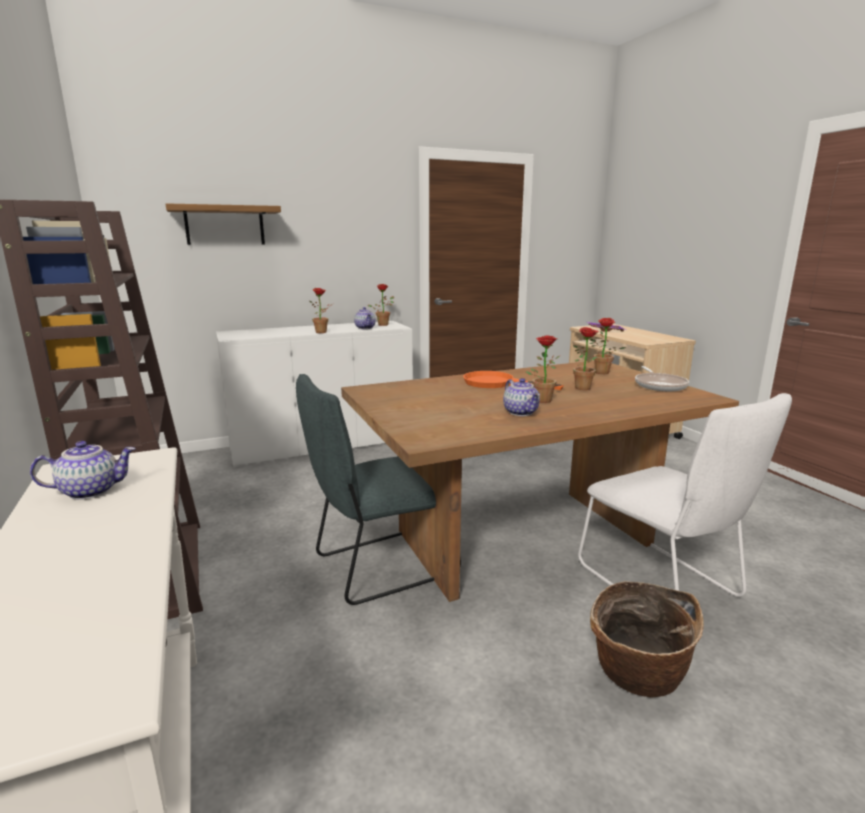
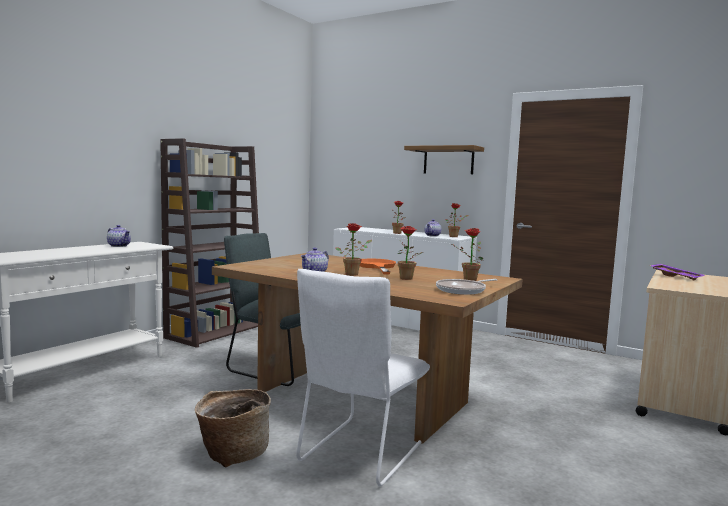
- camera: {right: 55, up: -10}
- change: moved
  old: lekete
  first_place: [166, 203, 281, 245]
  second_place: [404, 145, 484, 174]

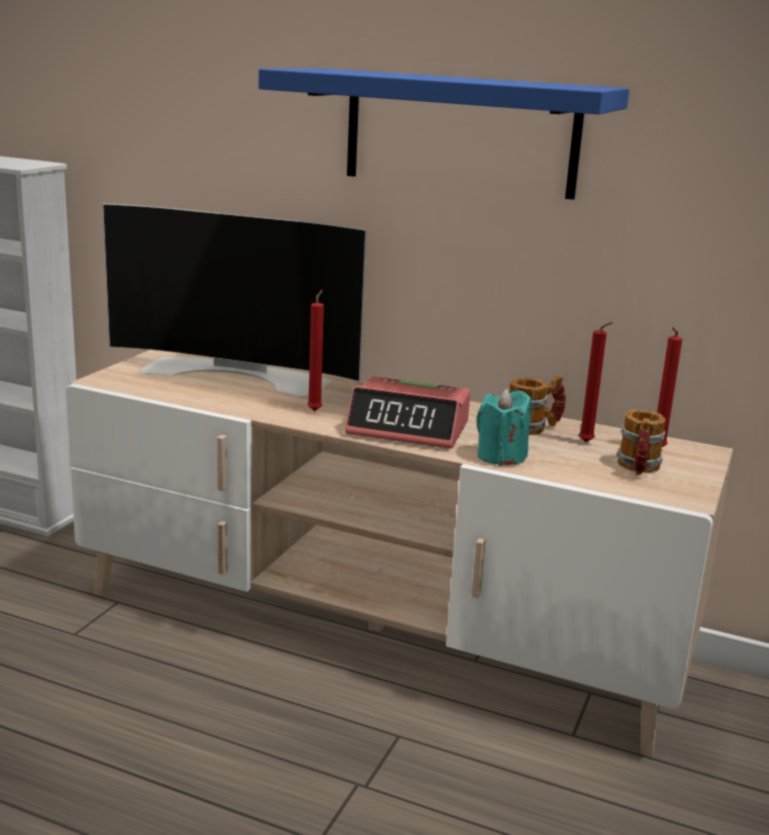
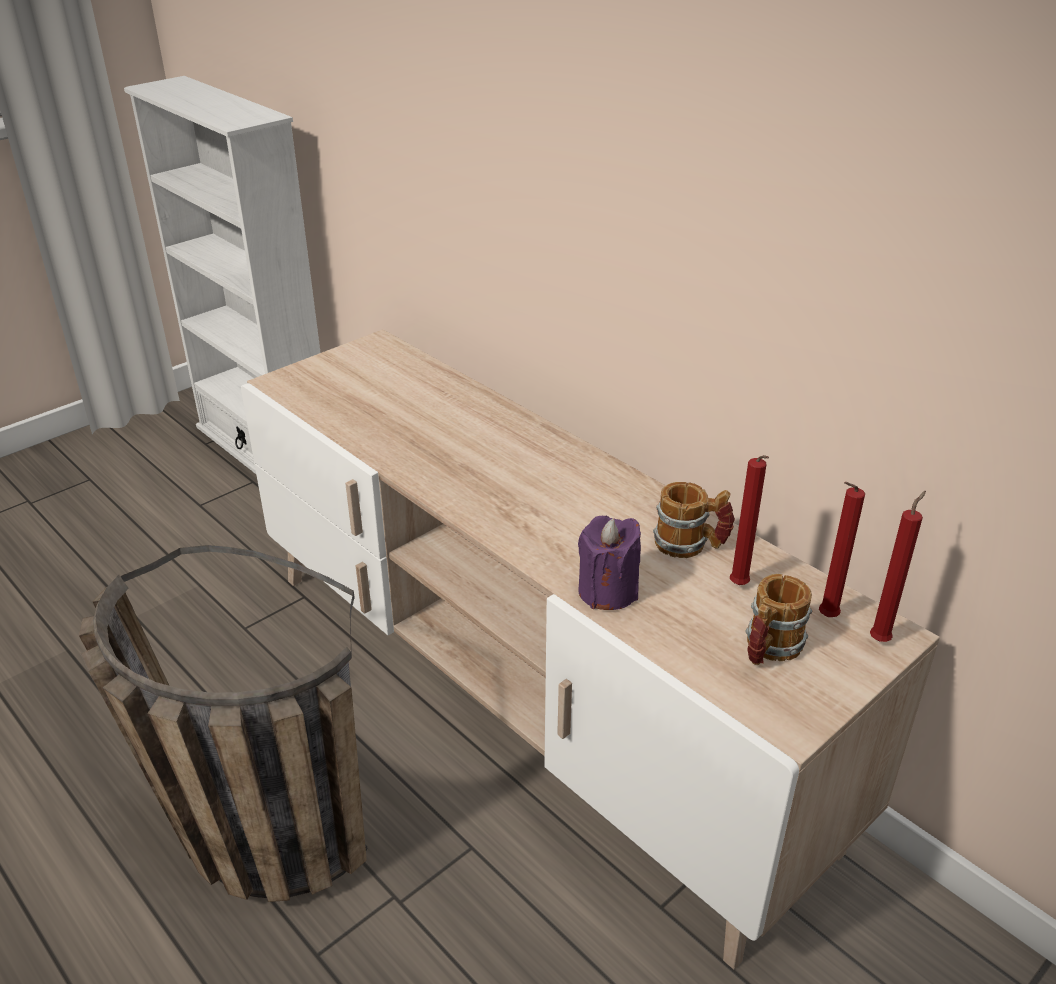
- camera: {right: 25, up: 15}
- change: added
  new: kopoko
  second_place: [79, 545, 367, 902]
- change: recoloured
  old: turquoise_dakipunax
  new: purple_dakipunax
  first_place: [477, 388, 531, 466]
  second_place: [578, 516, 641, 610]
- change: moved
  old: red_dakipunax
  first_place: [307, 289, 324, 411]
  second_place: [870, 491, 926, 642]
- change: removed
  old: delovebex
  first_place: [102, 204, 367, 397]
- change: removed
  old: blue_lekete
  first_place: [259, 68, 629, 200]
- change: removed
  old: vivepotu
  first_place: [345, 376, 470, 449]

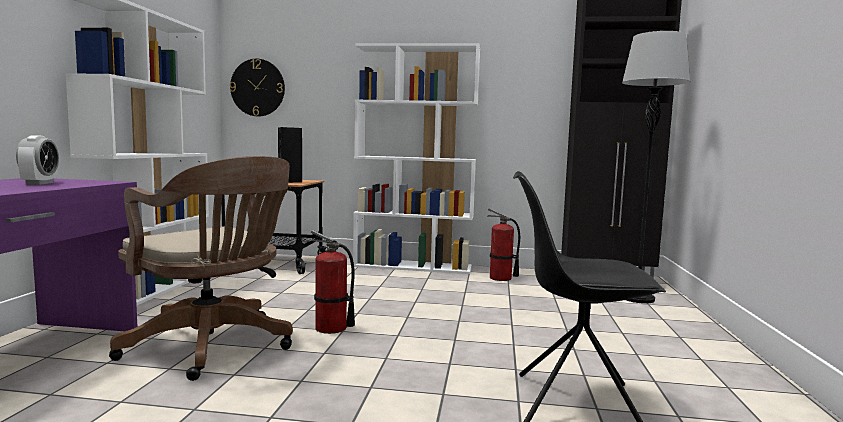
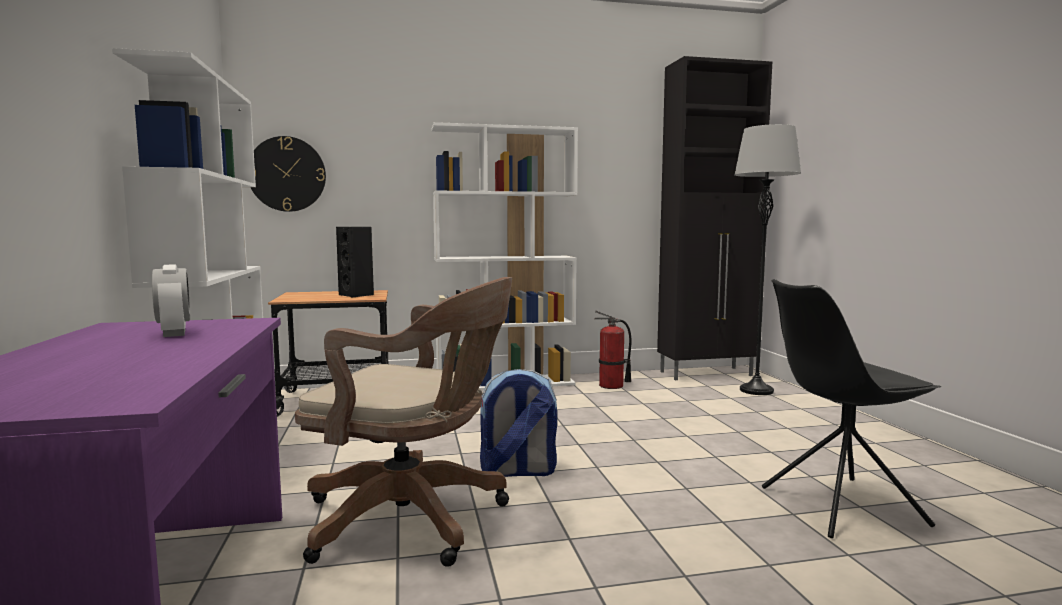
- camera: {right: -20, up: 0}
- change: replaced
  old: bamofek
  new: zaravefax
  first_place: [310, 230, 355, 334]
  second_place: [480, 369, 557, 477]

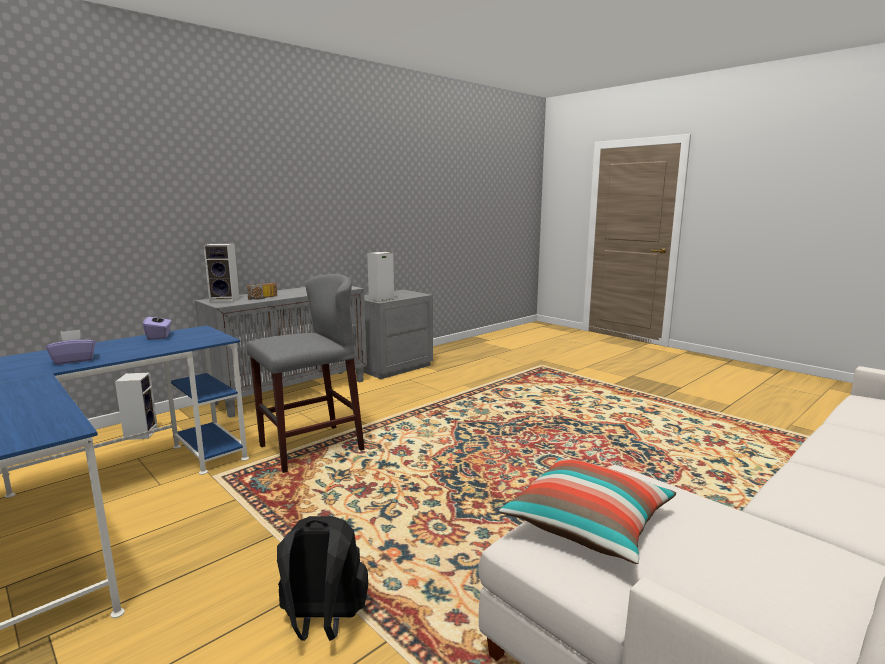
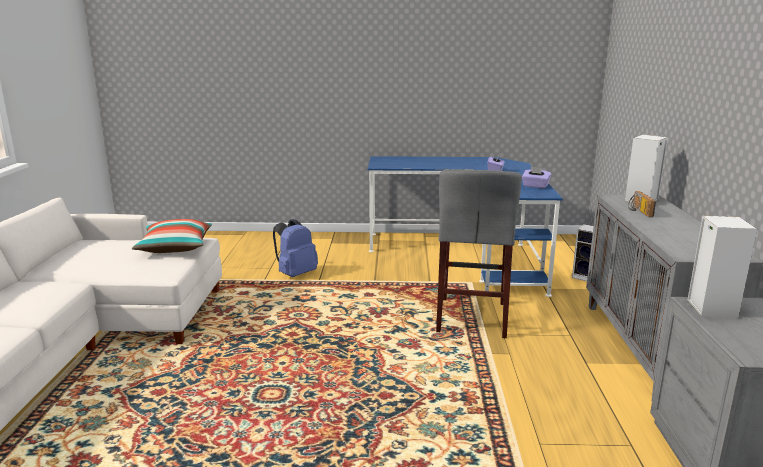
- camera: {right: 135, up: 5}
- change: recoloured
  old: black_zaravefax
  new: blue_zaravefax
  first_place: [277, 516, 368, 641]
  second_place: [273, 219, 318, 277]

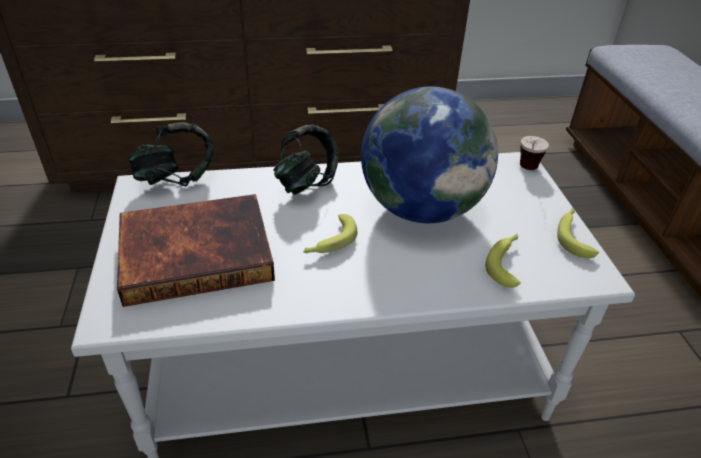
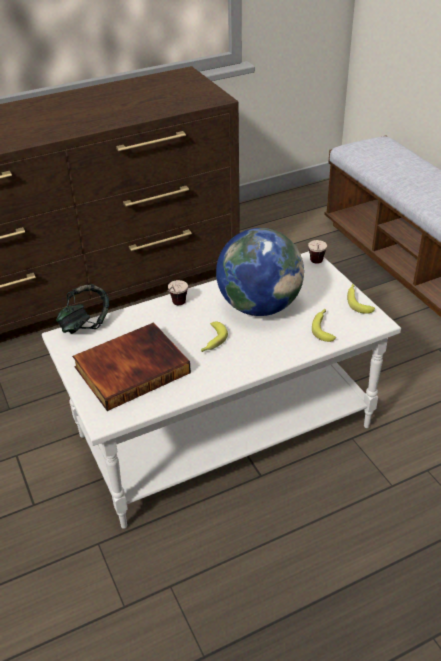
- camera: {right: -15, up: 0}
- change: replaced
  old: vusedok
  new: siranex
  first_place: [273, 124, 338, 195]
  second_place: [168, 280, 188, 305]

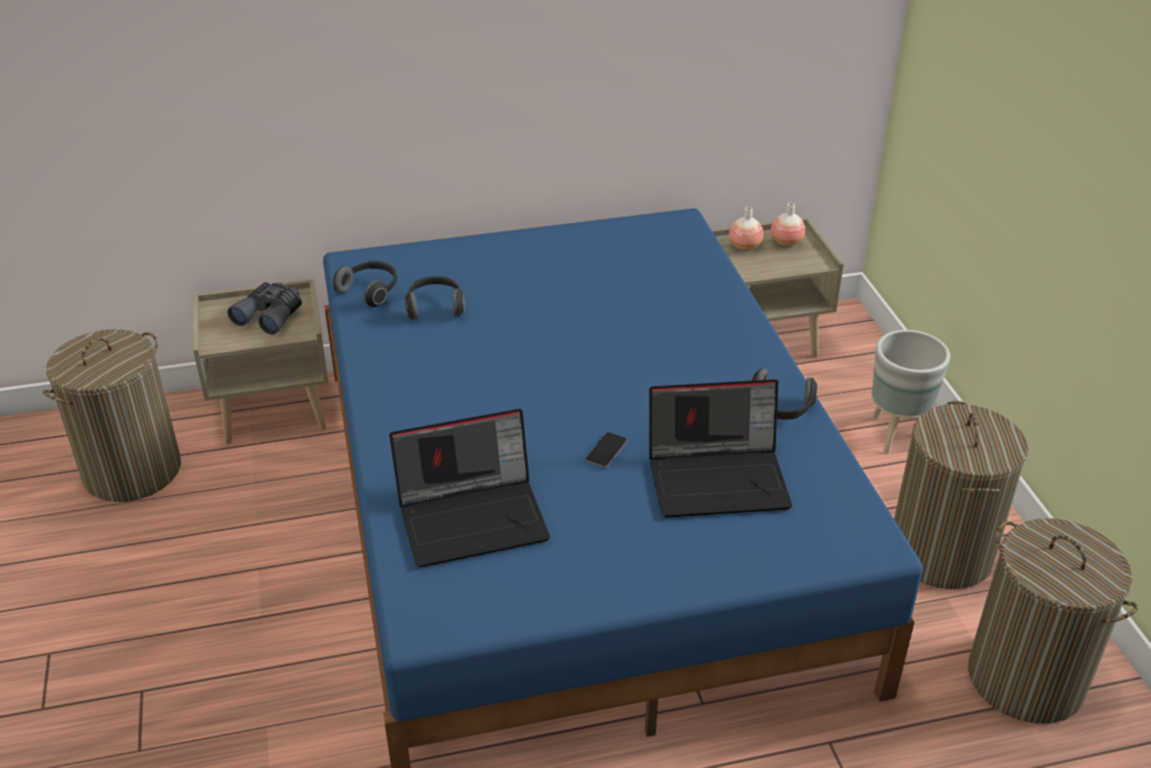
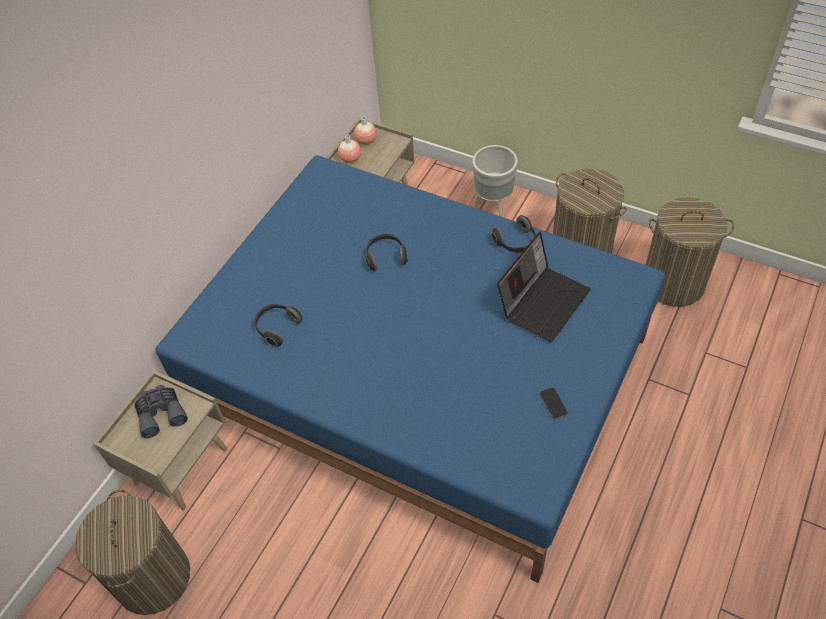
- camera: {right: -45, up: 15}
- change: moved
  old: vusedok
  first_place: [333, 261, 397, 307]
  second_place: [365, 234, 408, 271]
- change: moved
  old: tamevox
  first_place: [586, 432, 627, 468]
  second_place: [540, 388, 568, 419]
- change: removed
  old: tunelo
  first_place: [389, 409, 550, 567]

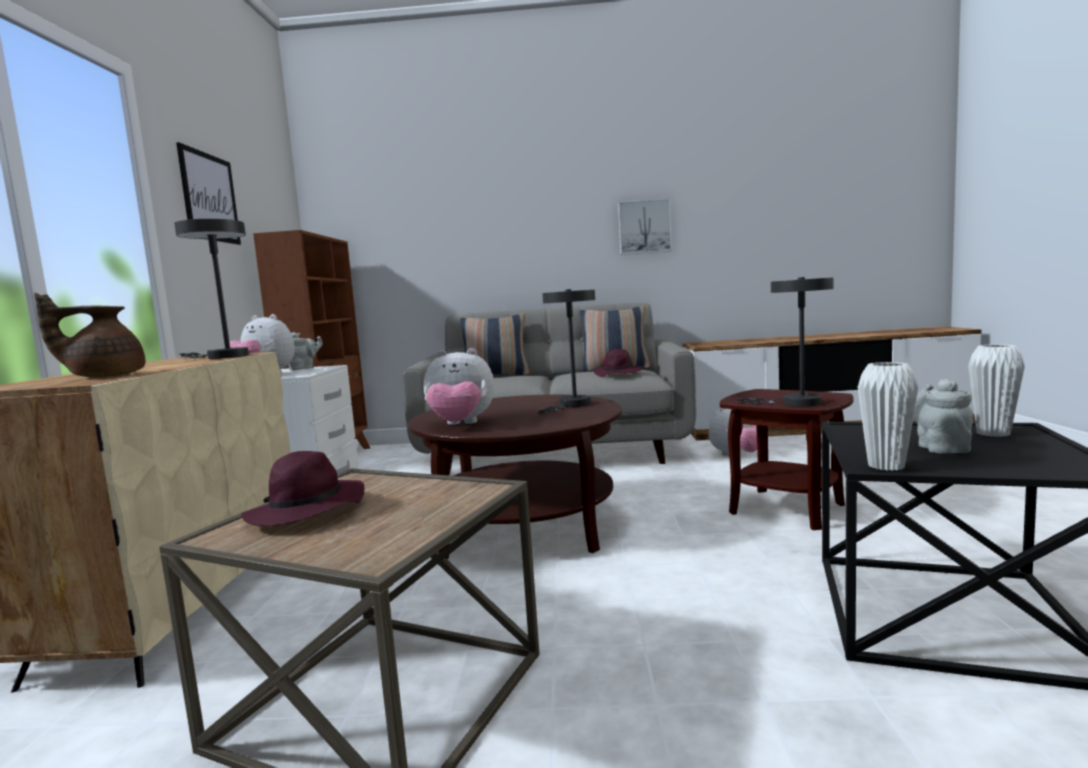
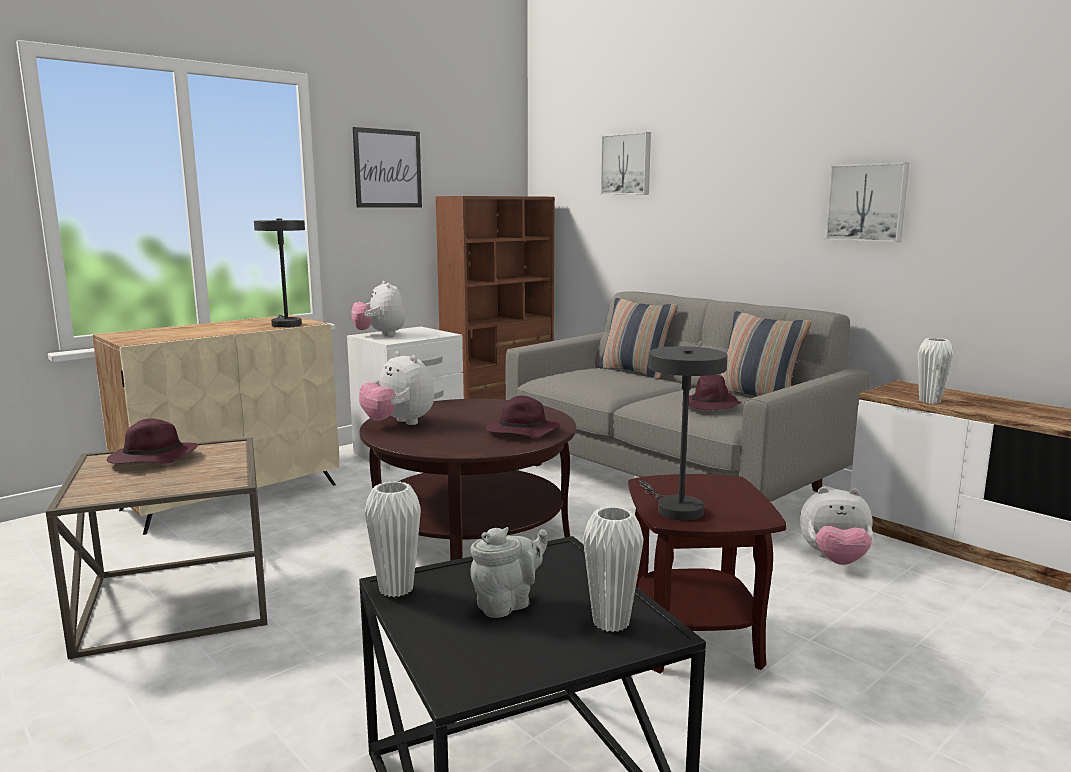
- camera: {right: 45, up: 5}
- change: replaced
  old: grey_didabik
  new: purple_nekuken
  first_place: [538, 289, 595, 414]
  second_place: [486, 396, 560, 438]
- change: added
  new: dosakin
  second_place: [600, 132, 651, 195]
- change: added
  new: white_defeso
  second_place: [918, 338, 954, 404]
- change: removed
  old: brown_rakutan
  first_place: [34, 293, 145, 377]
- change: removed
  old: grey_rakutan
  first_place: [289, 332, 323, 370]

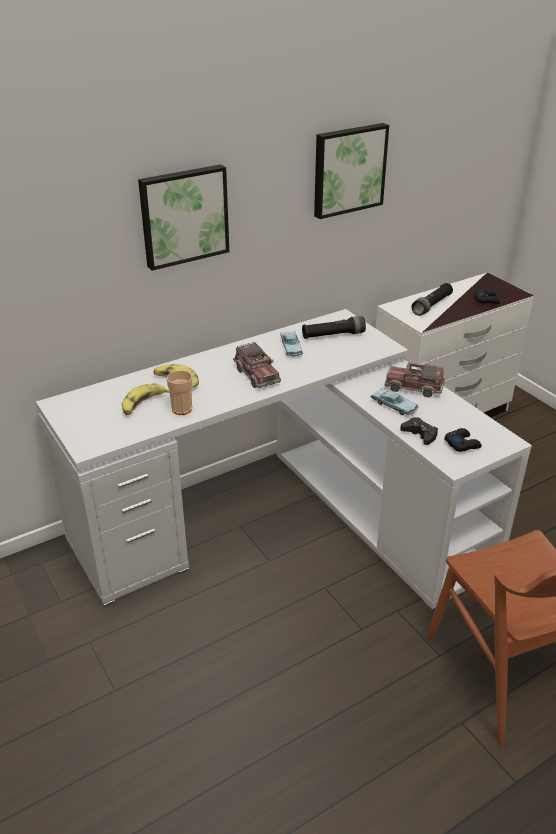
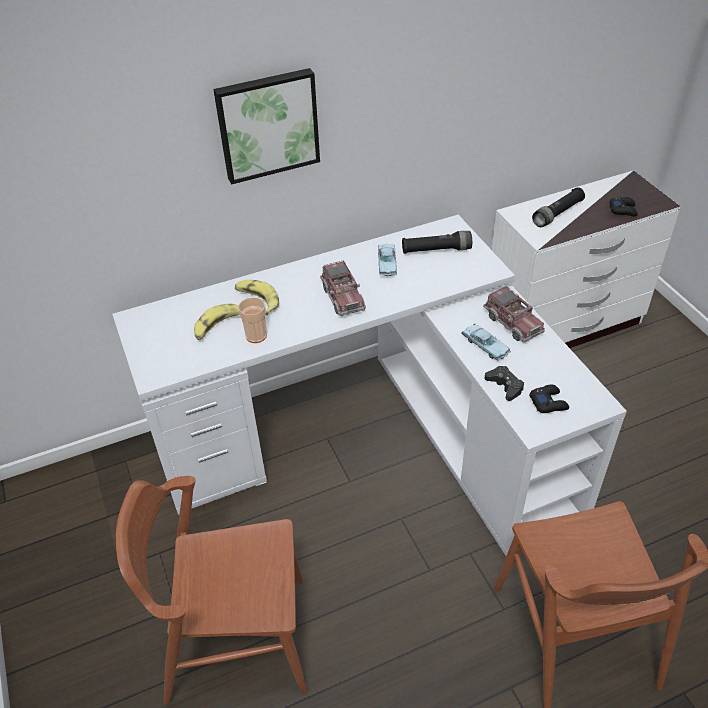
- camera: {right: 10, up: 10}
- change: added
  new: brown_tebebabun
  second_place: [116, 476, 307, 705]
- change: turned
  old: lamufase
  first_place: [385, 362, 445, 397]
  second_place: [483, 286, 545, 342]
  degrees: -150
- change: removed
  old: dosakin
  first_place: [314, 123, 389, 219]

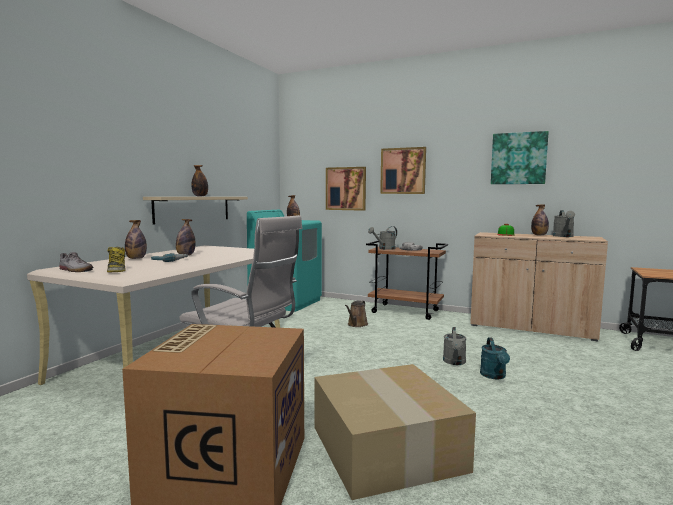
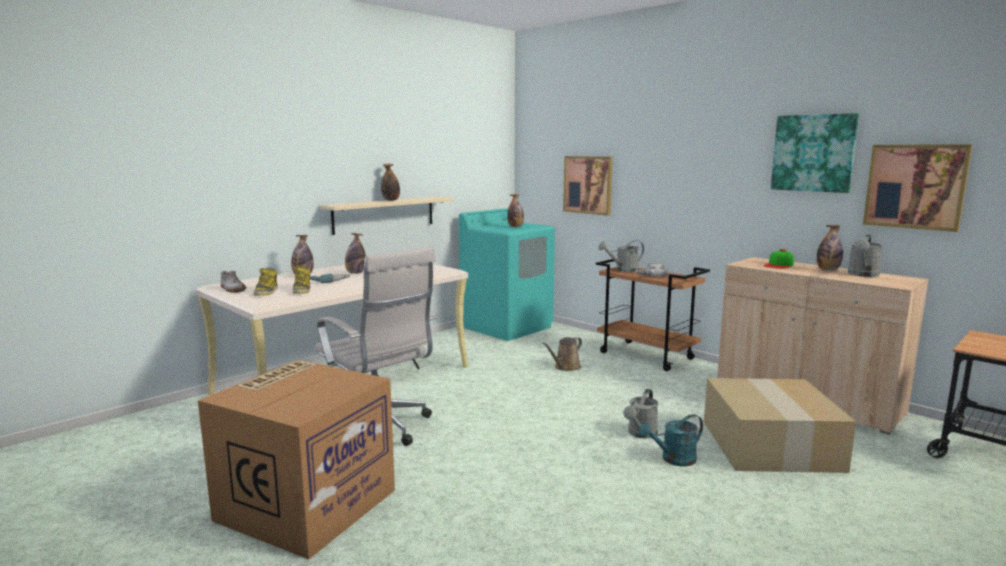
- camera: {right: 20, up: 5}
- change: added
  new: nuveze
  second_place: [292, 266, 311, 294]
- change: turned
  old: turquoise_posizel
  first_place: [480, 337, 510, 379]
  second_place: [639, 414, 703, 466]
  degrees: 45
- change: moved
  old: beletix
  first_place: [314, 364, 476, 500]
  second_place: [704, 378, 856, 473]
- change: moved
  old: dosakin
  first_place: [380, 147, 426, 194]
  second_place: [863, 145, 972, 232]

